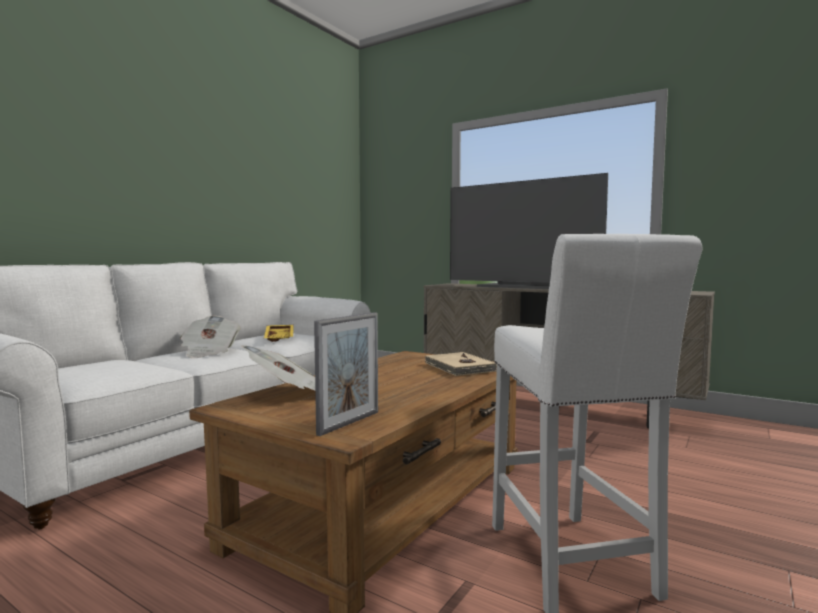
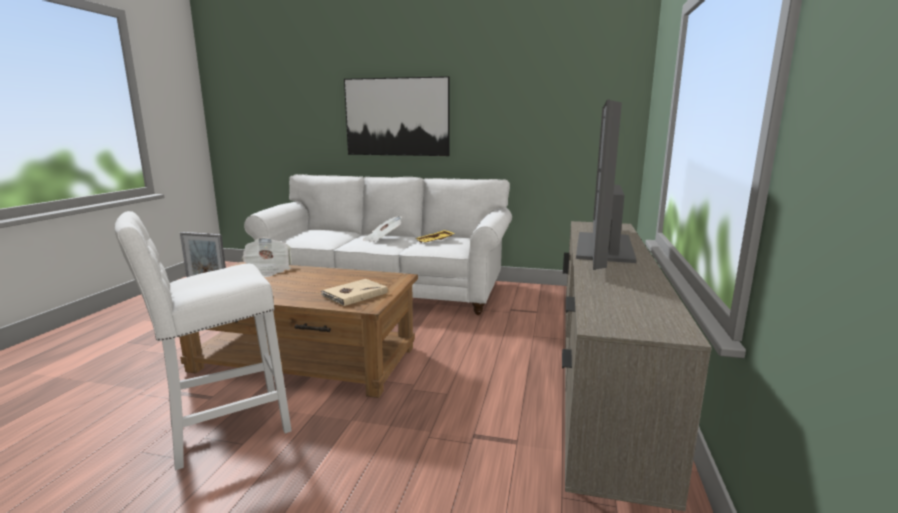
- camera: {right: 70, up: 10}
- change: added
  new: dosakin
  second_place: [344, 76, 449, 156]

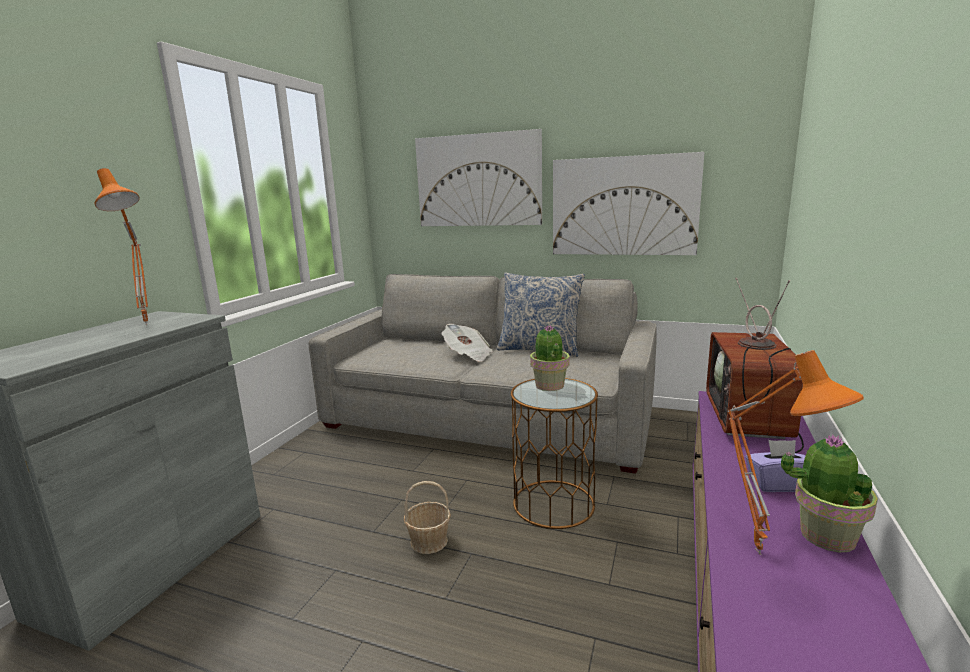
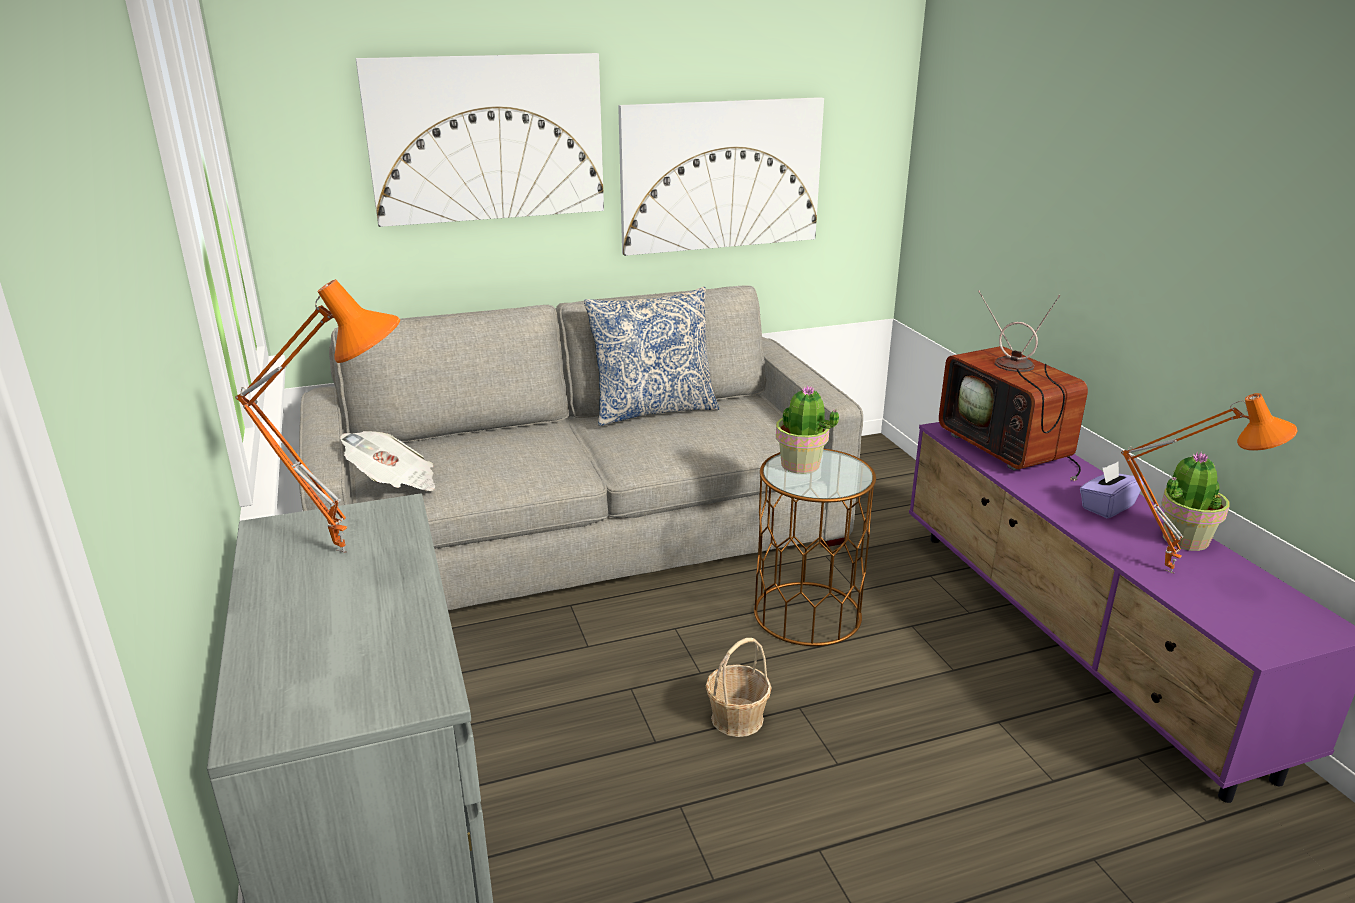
- camera: {right: -40, up: 10}
- change: moved
  old: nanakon
  first_place: [442, 324, 493, 362]
  second_place: [340, 431, 435, 491]

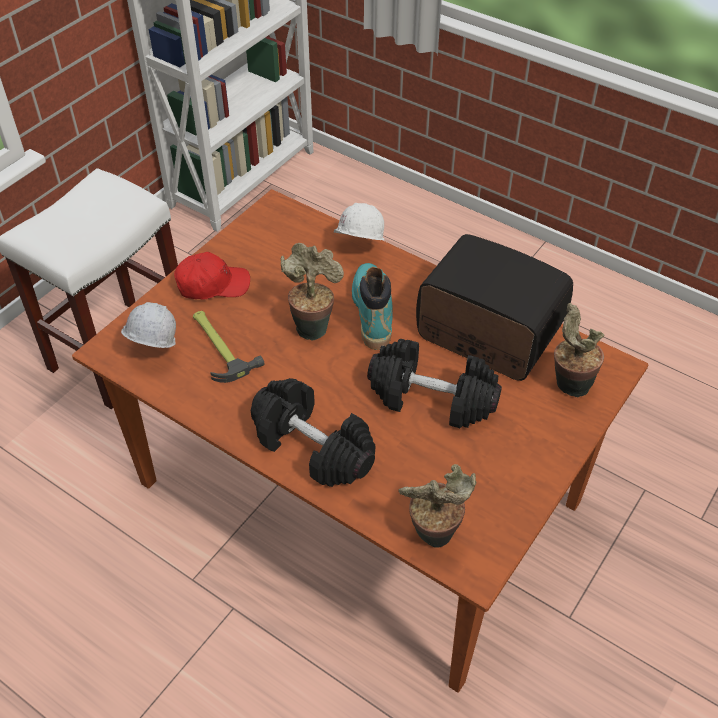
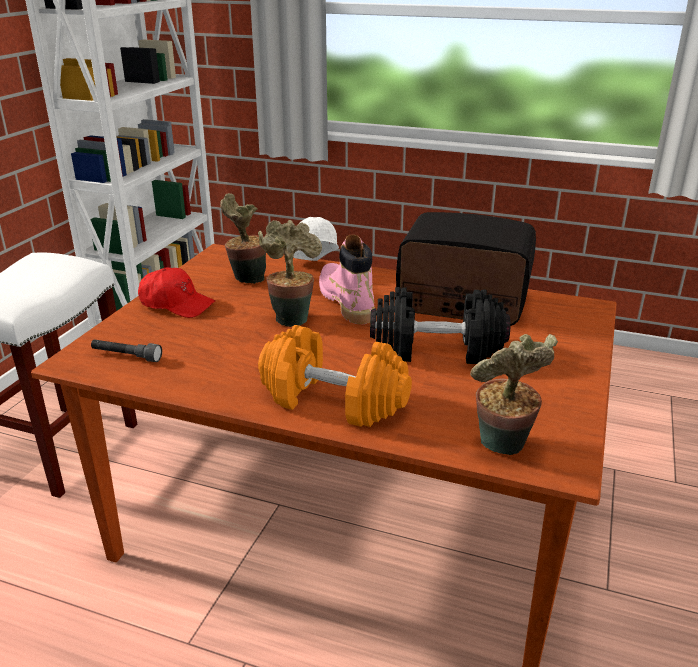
- camera: {right: -15, up: -20}
- change: replaced
  old: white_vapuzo
  new: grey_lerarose
  first_place: [121, 302, 176, 348]
  second_place: [91, 340, 162, 362]
- change: turned
  old: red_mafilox
  first_place: [174, 252, 250, 300]
  second_place: [138, 268, 215, 318]
  degrees: 45
- change: moved
  old: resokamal
  first_place: [554, 303, 604, 397]
  second_place: [220, 193, 266, 284]
- change: recoloured
  old: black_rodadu
  new: orange_rodadu
  first_place: [251, 378, 375, 487]
  second_place: [258, 325, 412, 427]
- change: recoloured
  old: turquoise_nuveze
  new: pink_nuveze
  first_place: [352, 263, 393, 350]
  second_place: [319, 235, 375, 324]
- change: removed
  old: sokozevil
  first_place: [193, 311, 265, 383]

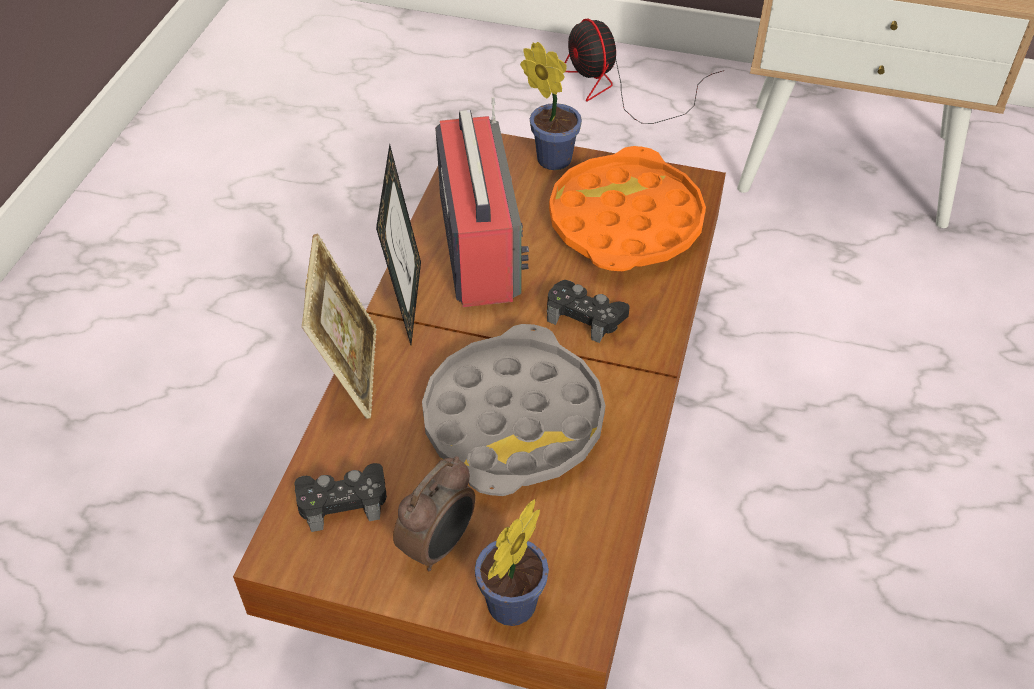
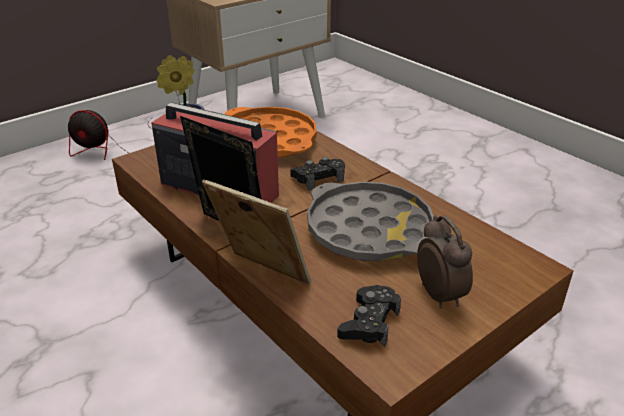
- camera: {right: -55, up: -15}
- change: removed
  old: resokamal
  first_place: [474, 499, 549, 626]

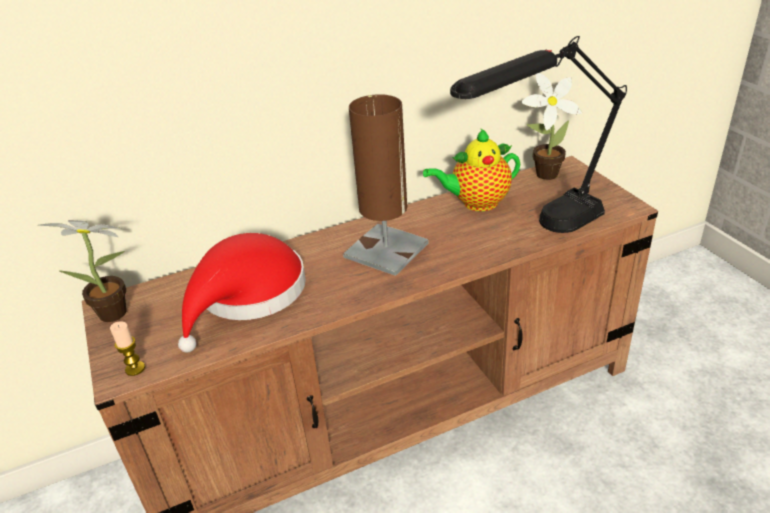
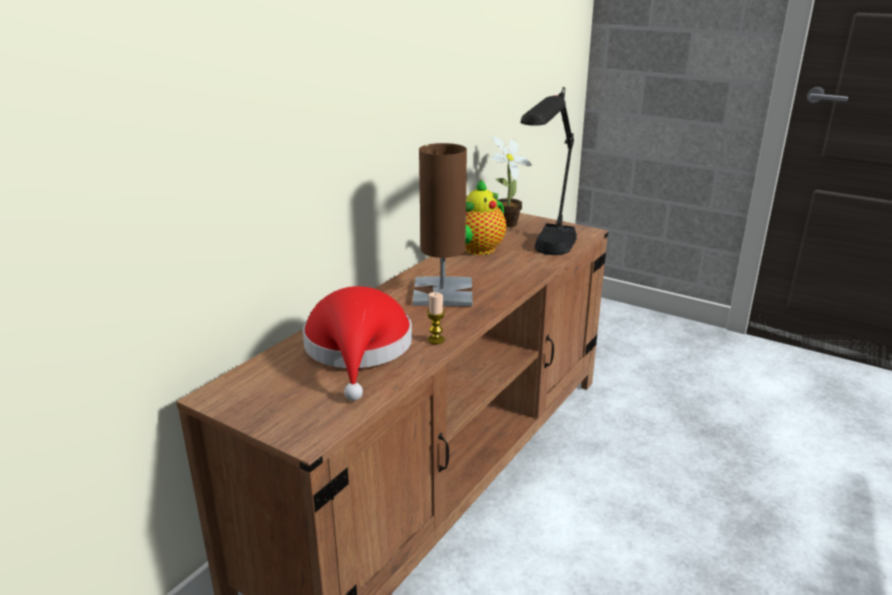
- camera: {right: -35, up: -10}
- change: moved
  old: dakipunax
  first_place: [110, 321, 145, 376]
  second_place: [427, 292, 445, 344]
- change: removed
  old: resokamal
  first_place: [38, 220, 126, 322]

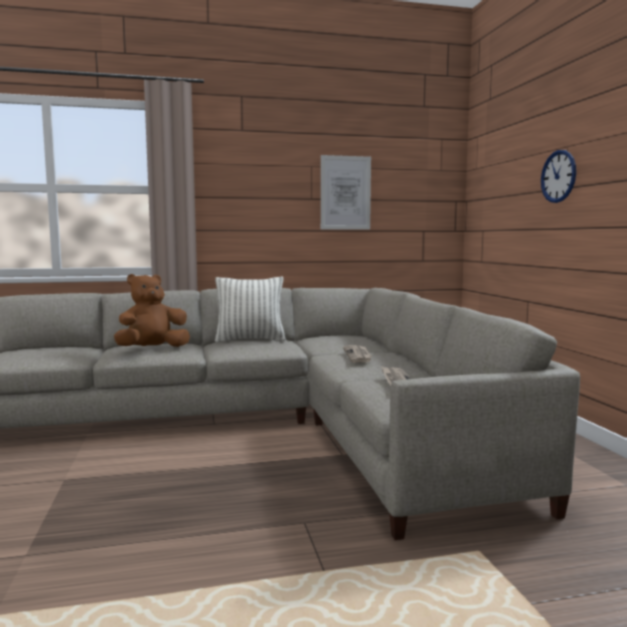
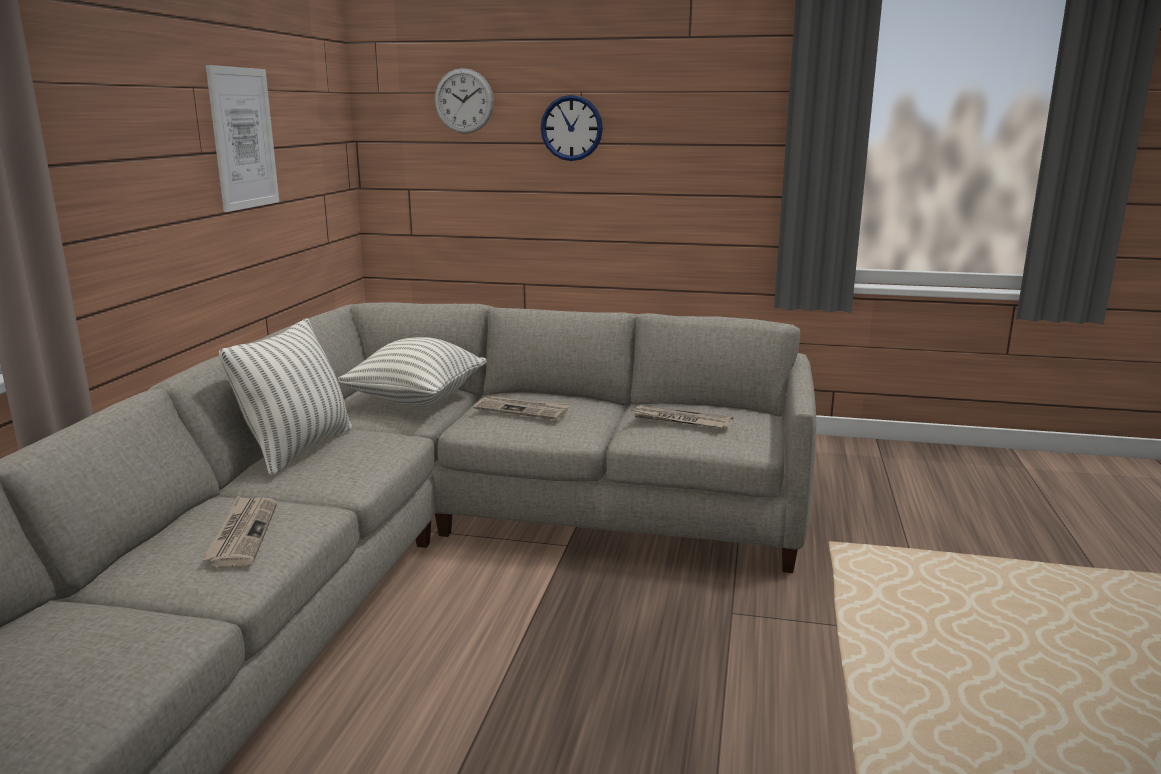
- camera: {right: -65, up: 10}
- change: replaced
  old: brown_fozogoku
  new: nanakon
  first_place: [114, 274, 190, 347]
  second_place: [202, 496, 277, 567]
- change: added
  new: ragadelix
  second_place: [337, 337, 487, 406]
- change: added
  new: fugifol
  second_place: [434, 68, 494, 134]

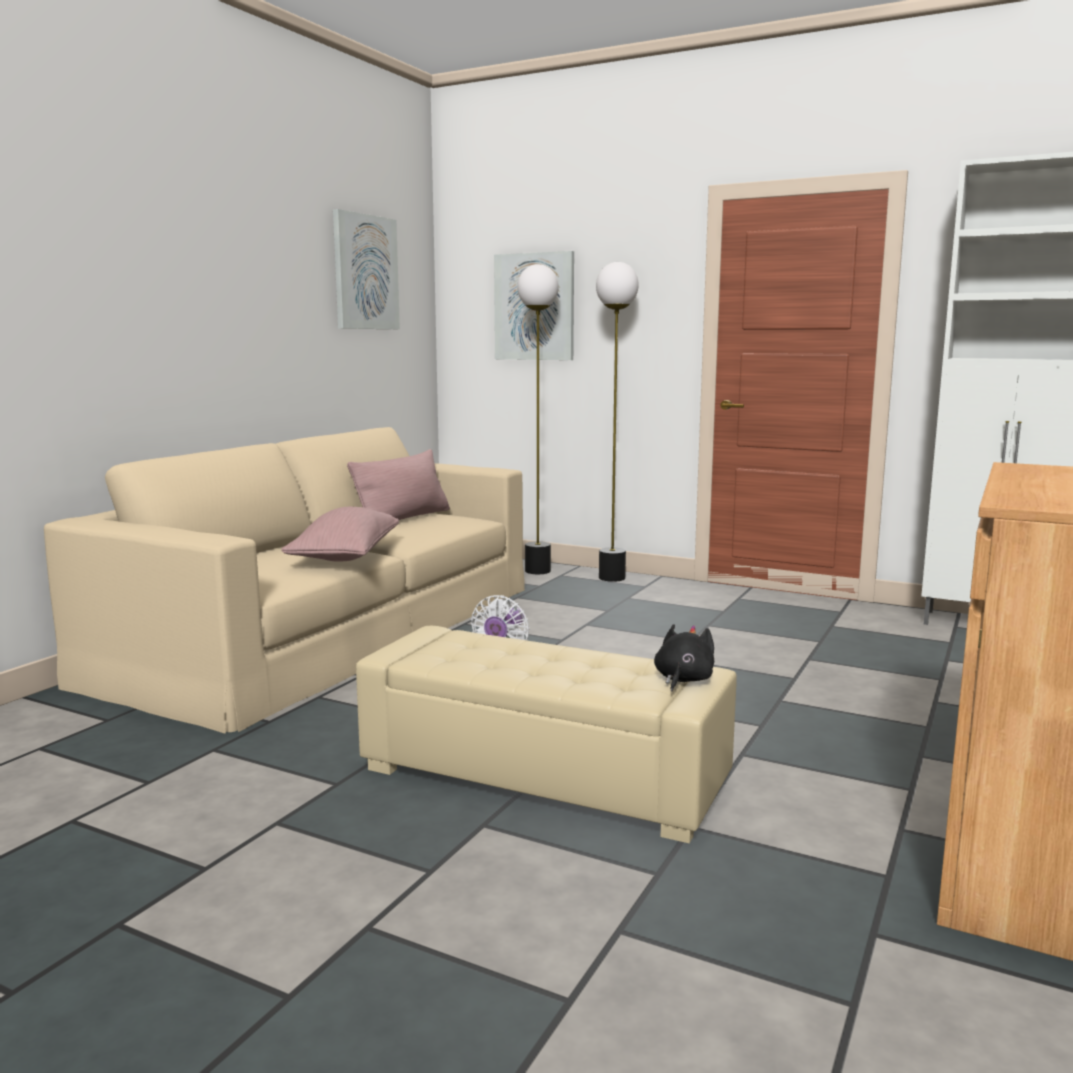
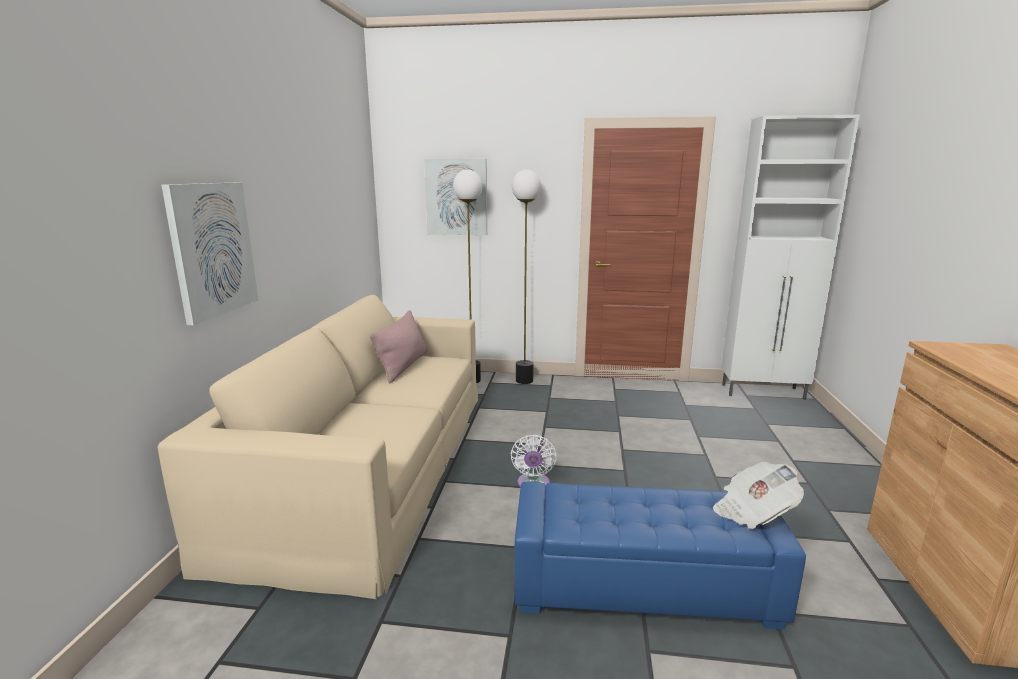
- camera: {right: -20, up: 5}
- change: moved
  old: dosakin
  first_place: [333, 209, 400, 329]
  second_place: [161, 182, 258, 325]
- change: recoloured
  old: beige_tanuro
  new: blue_tanuro
  first_place: [356, 626, 737, 843]
  second_place: [514, 482, 806, 629]
- change: replaced
  old: black_fozogoku
  new: nanakon
  first_place: [654, 624, 714, 692]
  second_place: [713, 462, 804, 529]
- change: removed
  old: pink_ragadelix
  first_place: [281, 507, 399, 561]

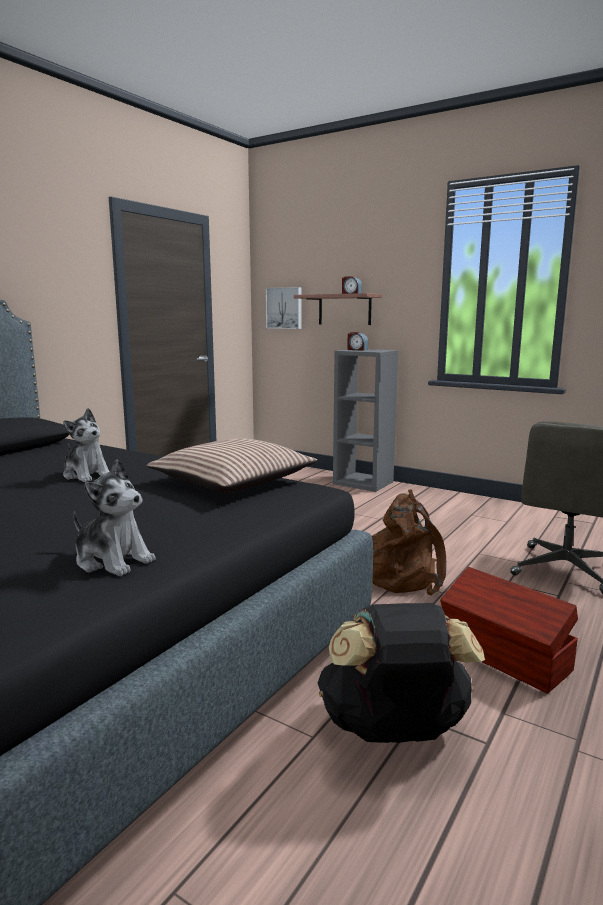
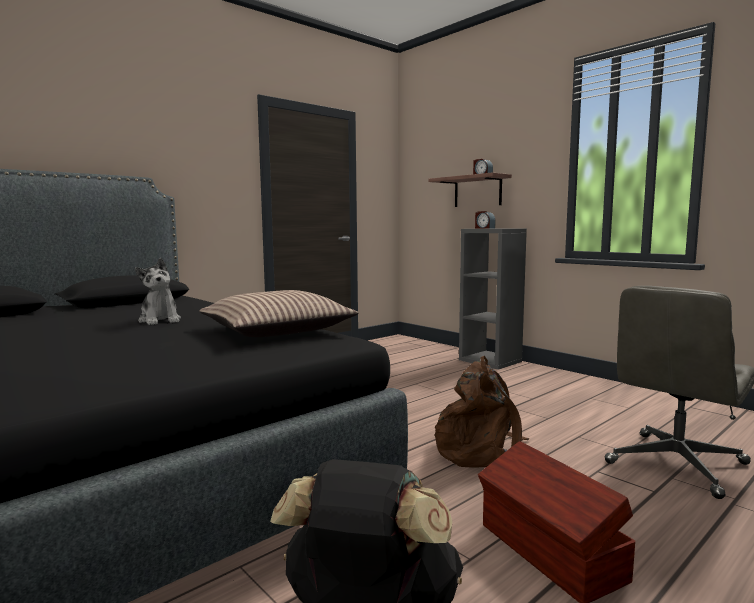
- camera: {right: 15, up: -5}
- change: removed
  old: fozogoku
  first_place: [73, 459, 156, 576]
- change: removed
  old: dosakin
  first_place: [265, 287, 301, 329]

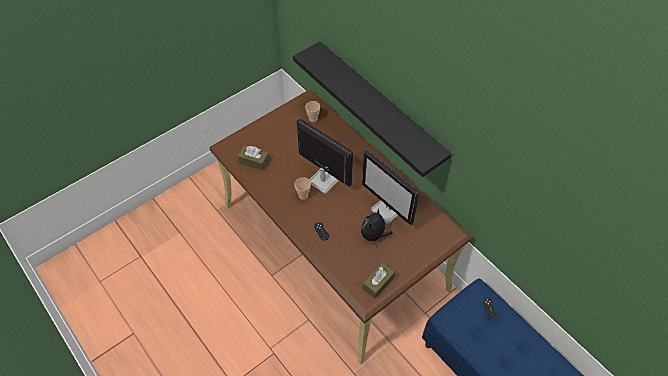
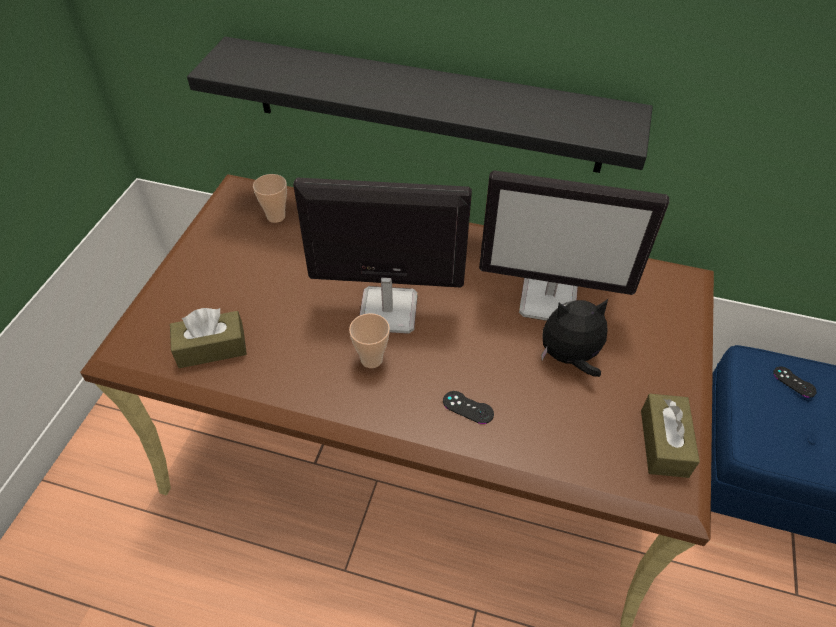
- camera: {right: -35, up: -5}
- change: turned
  old: fozogoku
  first_place: [361, 209, 393, 244]
  second_place: [541, 299, 608, 377]
  degrees: 90

